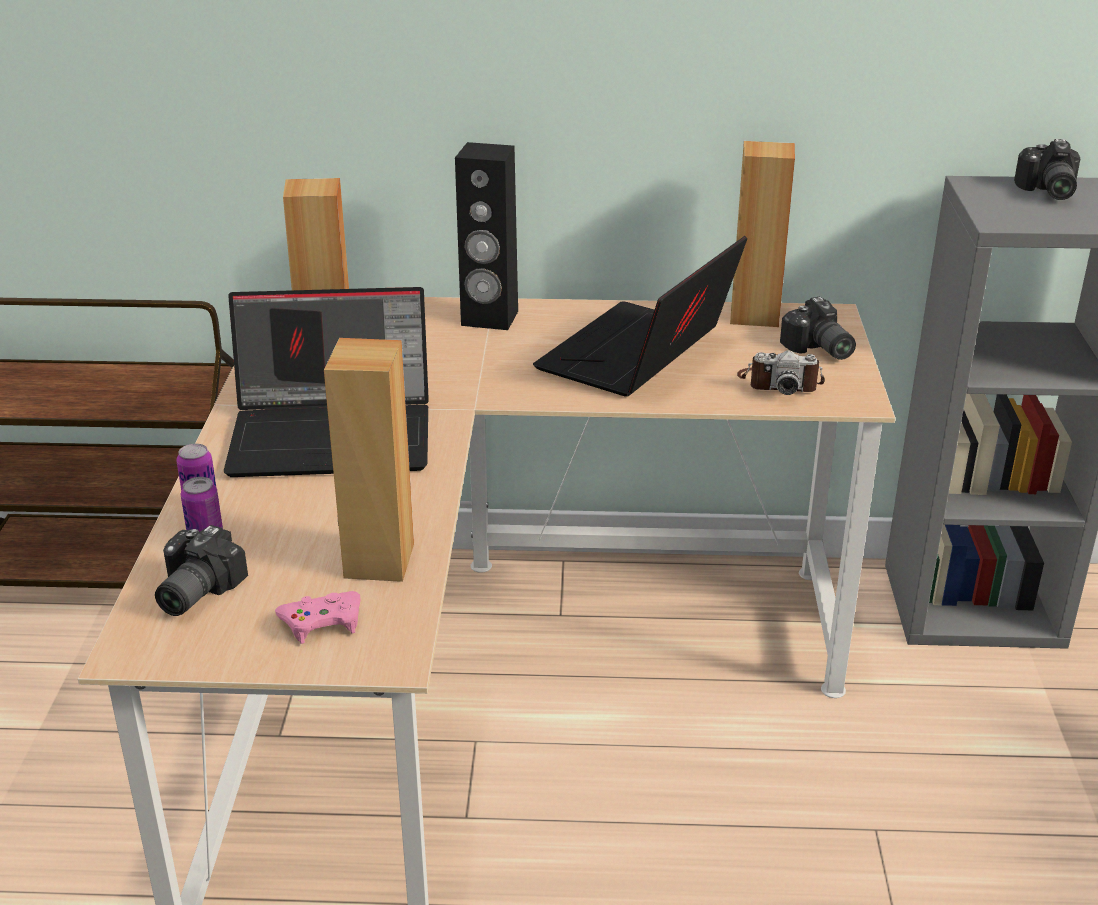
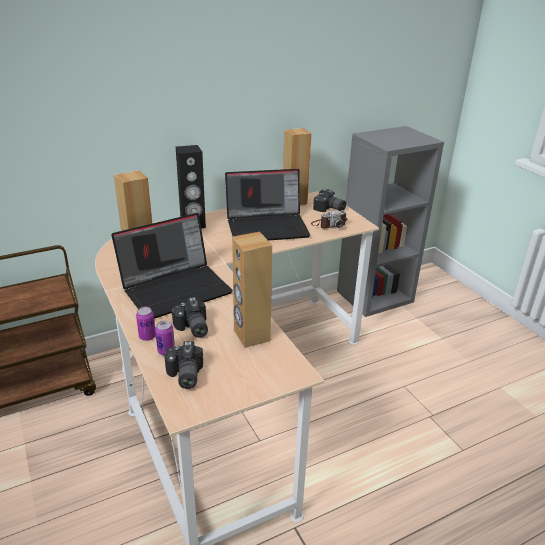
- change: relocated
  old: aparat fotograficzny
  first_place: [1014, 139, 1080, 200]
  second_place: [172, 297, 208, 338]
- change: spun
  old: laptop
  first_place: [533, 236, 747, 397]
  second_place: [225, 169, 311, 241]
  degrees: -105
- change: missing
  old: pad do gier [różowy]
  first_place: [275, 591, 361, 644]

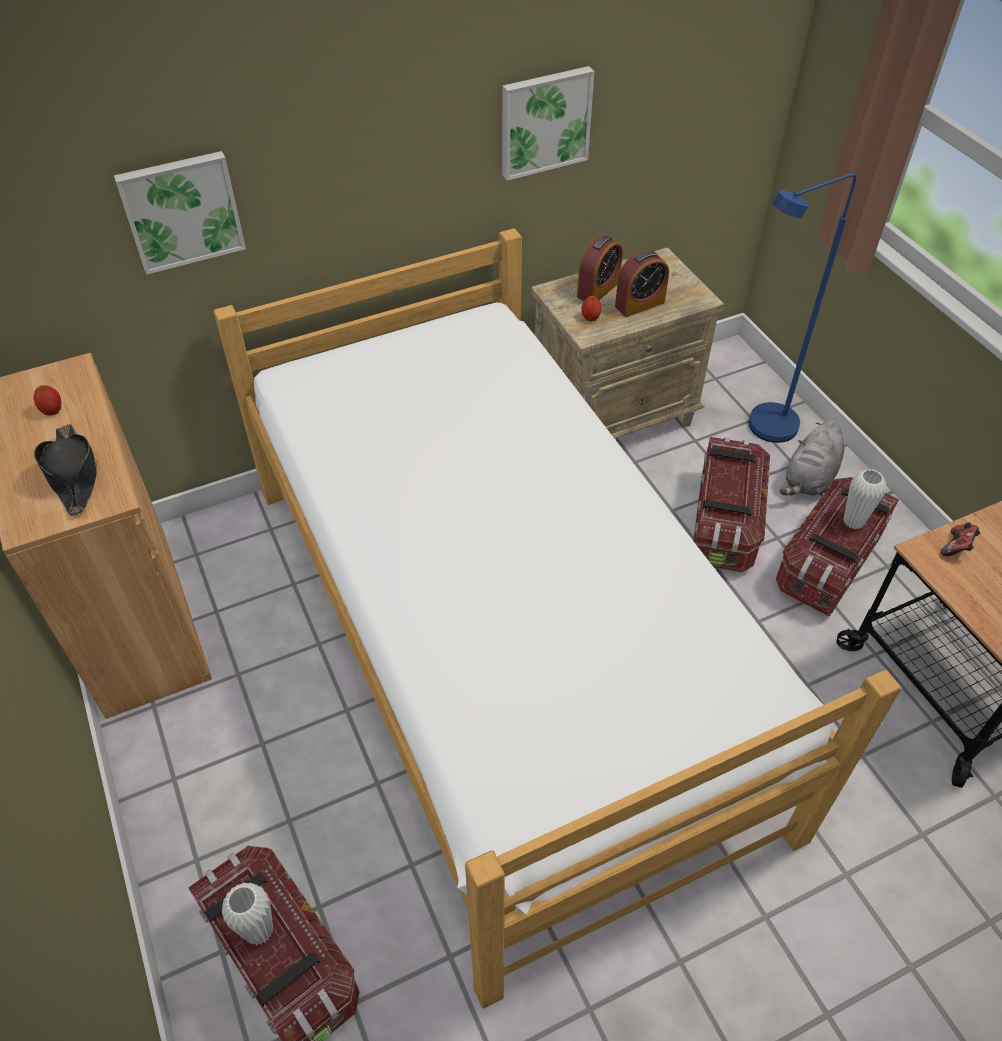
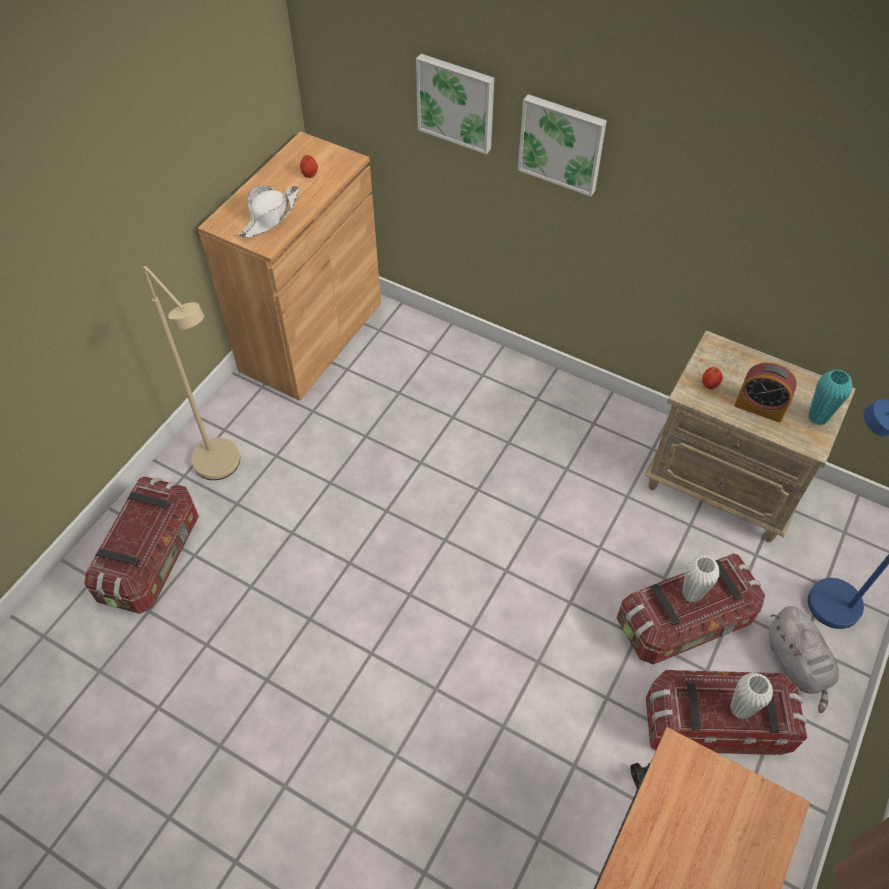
- change: relocated
  old: obraz
  first_place: [502, 66, 594, 181]
  second_place: [518, 94, 607, 197]
- change: missing
  old: łóżko
  first_place: [213, 228, 902, 1009]
- change: missing
  old: budzik
  first_place: [577, 235, 623, 301]
- change: spun
  old: pluszak [szary]
  first_place: [780, 420, 844, 495]
  second_place: [769, 606, 839, 713]
  degrees: -105
- change: colour
  old: kapelusz [czarny]
  new: kapelusz [biały]
  first_place: [34, 424, 97, 516]
  second_place: [238, 185, 299, 238]
- change: missing
  old: pad do gier
  first_place: [941, 523, 980, 556]
- change: relocated
  old: wazon [biały]
  first_place: [222, 883, 273, 945]
  second_place: [682, 555, 719, 603]
- change: appeared
  new: lampa stojąca [beżowy]
  second_place: [143, 266, 240, 480]
- change: appeared
  new: wazon [turkusowy]
  second_place: [808, 369, 853, 425]

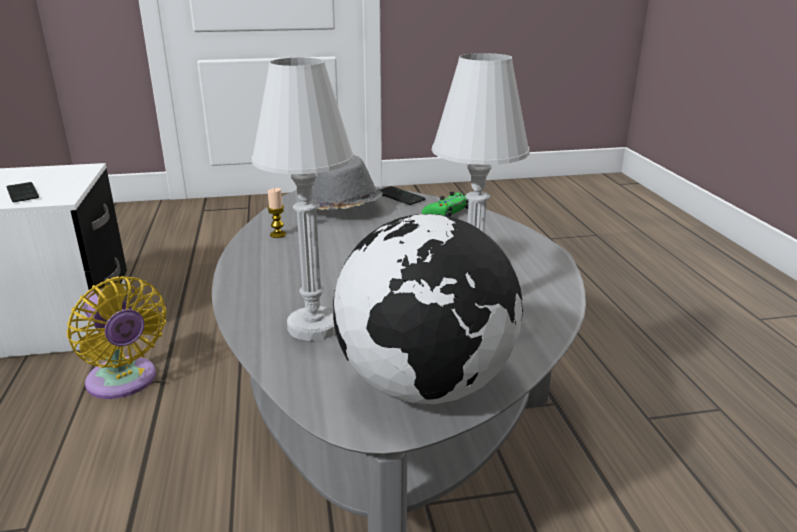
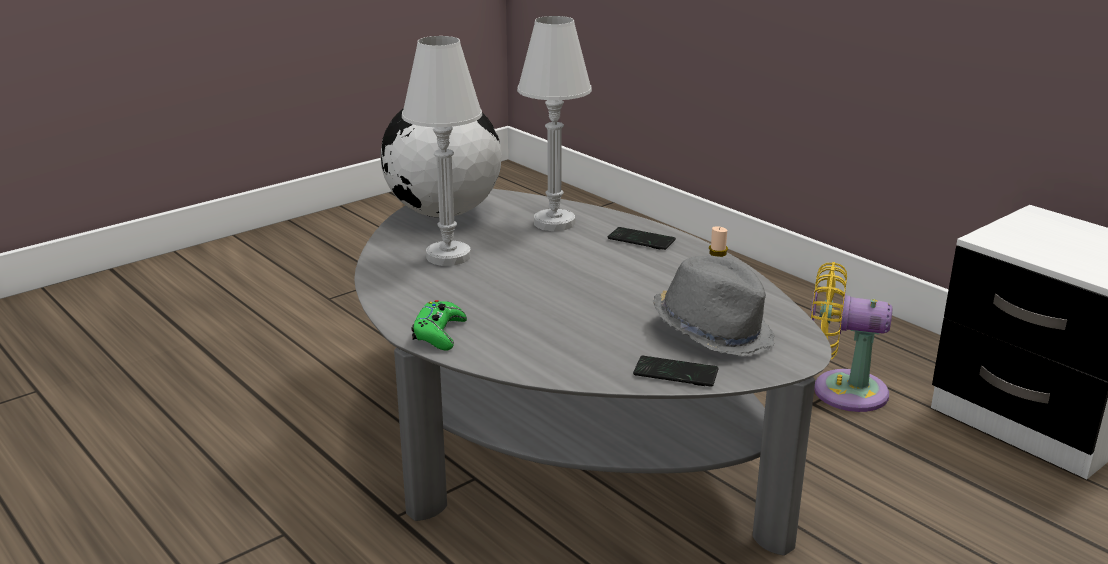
- change: relocated
  old: telefon
  first_place: [6, 182, 39, 202]
  second_place: [608, 227, 676, 250]
- change: relocated
  old: pad do gier [zielony]
  first_place: [422, 192, 469, 217]
  second_place: [411, 300, 467, 351]

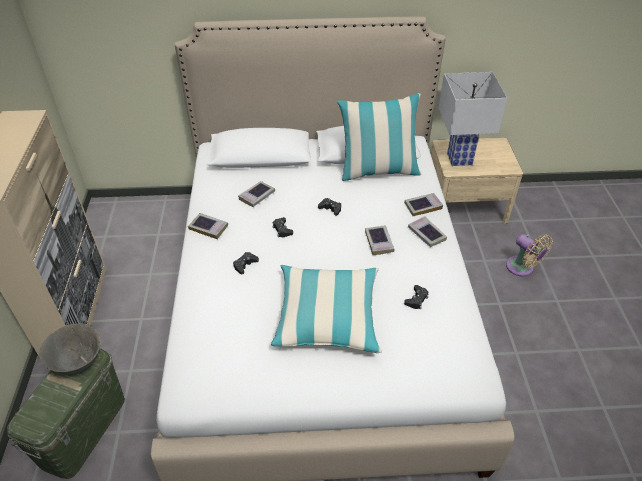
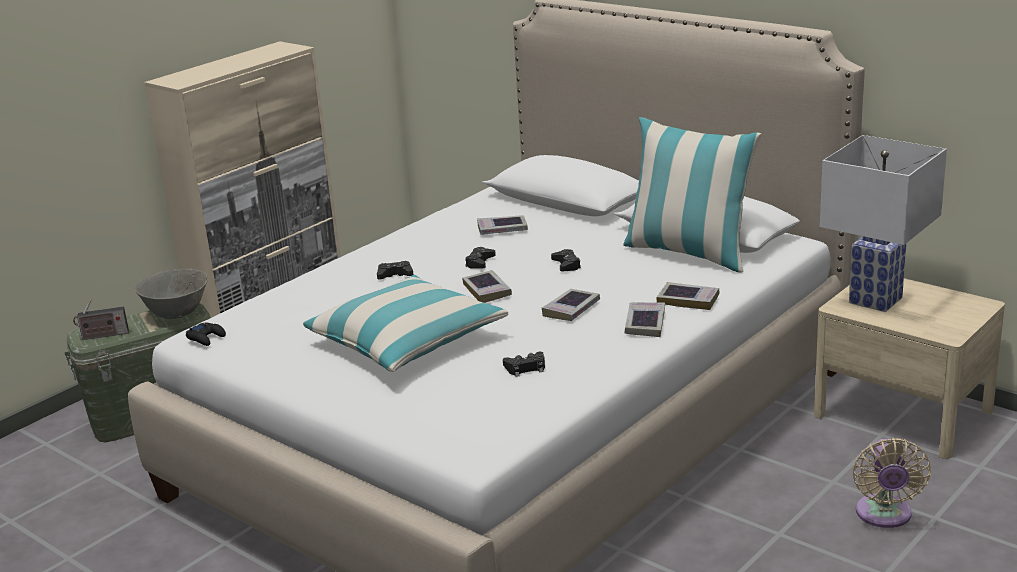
- change: relocated
  old: książka
  first_place: [188, 213, 228, 239]
  second_place: [462, 270, 512, 303]
- change: appeared
  new: radio
  second_place: [73, 299, 129, 340]
- change: appeared
  new: pad do gier [czarny]
  second_place: [186, 322, 226, 346]

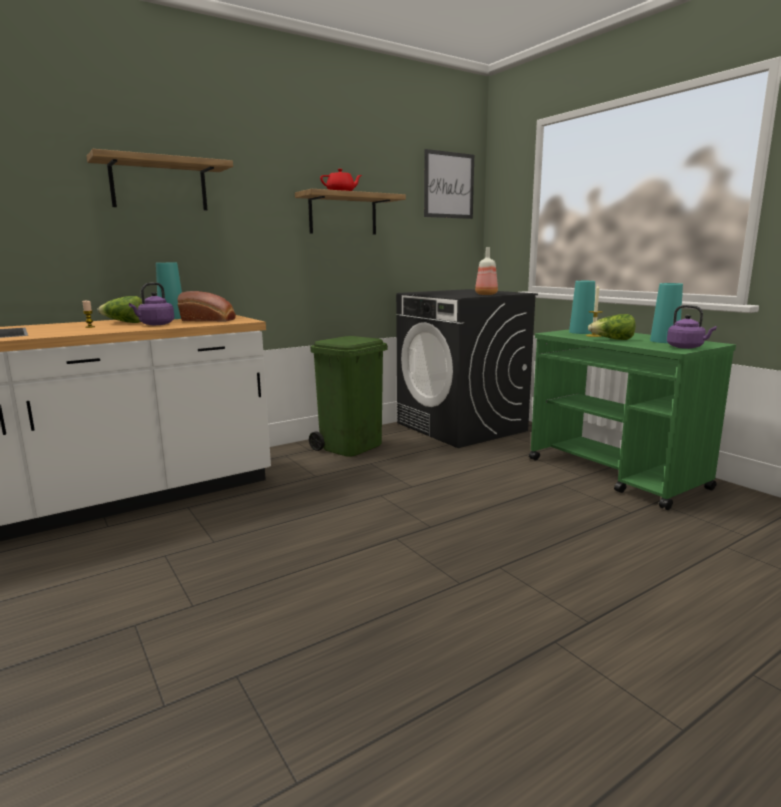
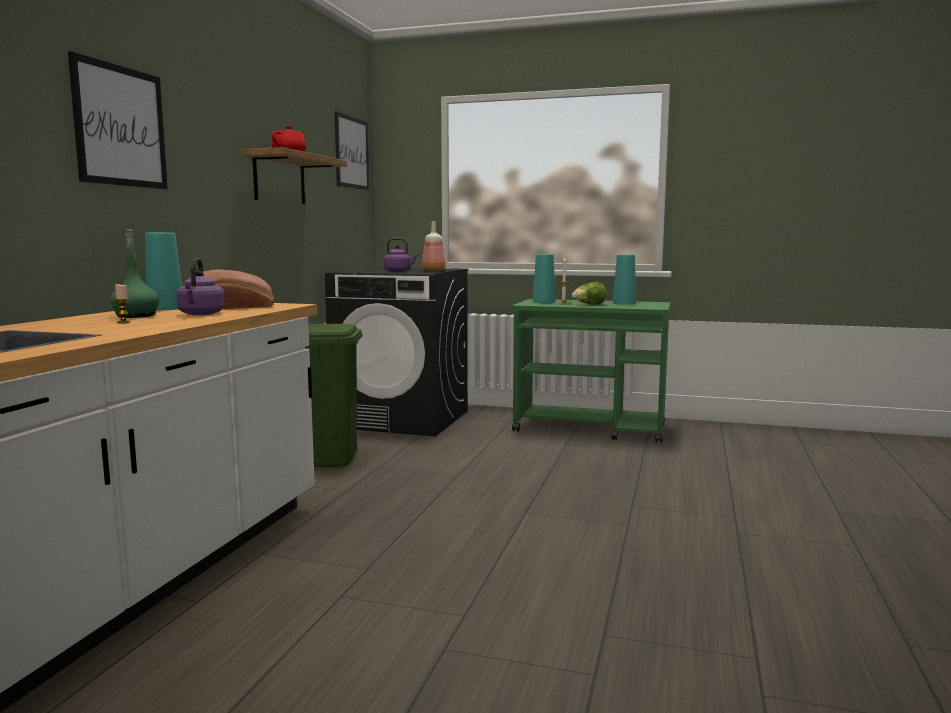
- change: exchanged
  old: półka
  new: obraz
  first_place: [86, 149, 233, 210]
  second_place: [68, 51, 168, 189]
- change: exchanged
  old: sałata
  new: butelka [zielony]
  first_place: [98, 296, 142, 323]
  second_place: [110, 229, 159, 318]
- change: relocated
  old: czajnik [fioletowy]
  first_place: [667, 305, 717, 349]
  second_place: [384, 238, 418, 272]

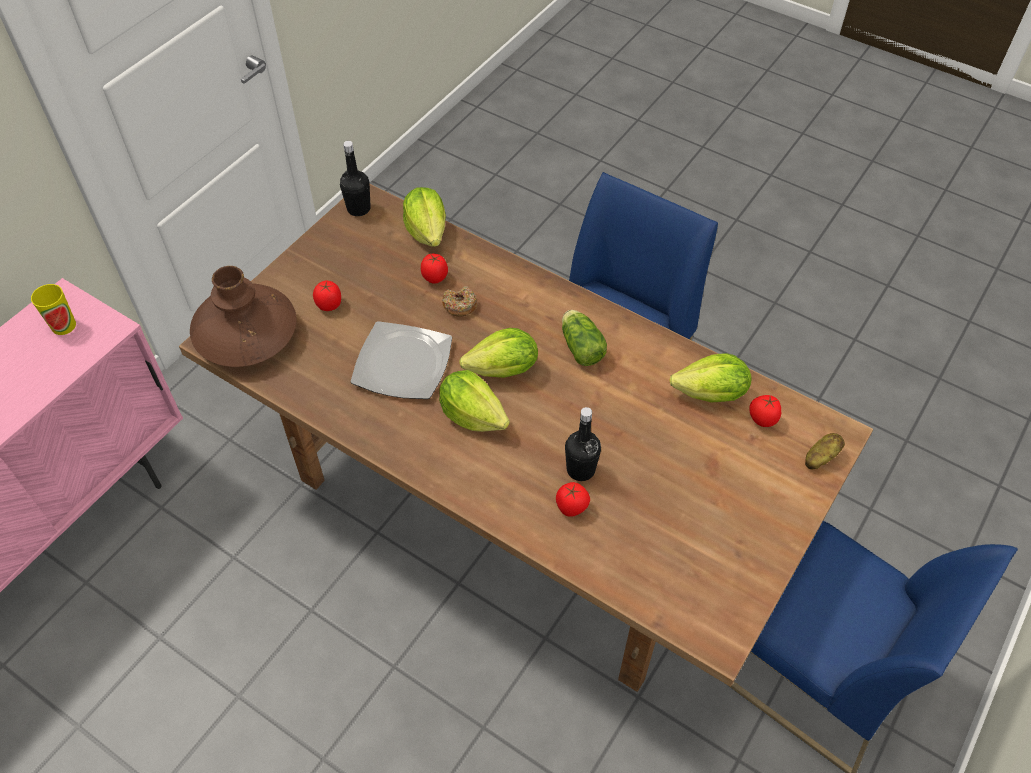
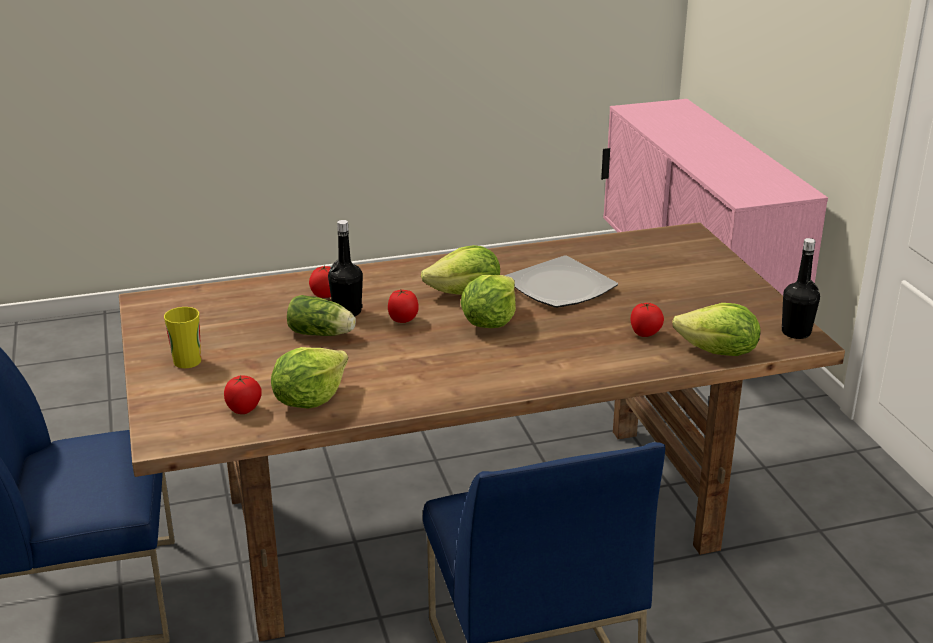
- change: missing
  old: wazon [brązowy]
  first_place: [190, 266, 297, 367]
- change: relocated
  old: pomidor
  first_place: [313, 281, 341, 311]
  second_place: [388, 289, 418, 323]
- change: relocated
  old: filiżanka
  first_place: [31, 284, 76, 335]
  second_place: [164, 307, 201, 368]
- change: missing
  old: donut
  first_place: [442, 286, 477, 316]
- change: relocated
  old: sałata
  first_place: [562, 310, 607, 366]
  second_place: [287, 295, 356, 336]
- change: missing
  old: ziemniak
  first_place: [805, 433, 845, 469]

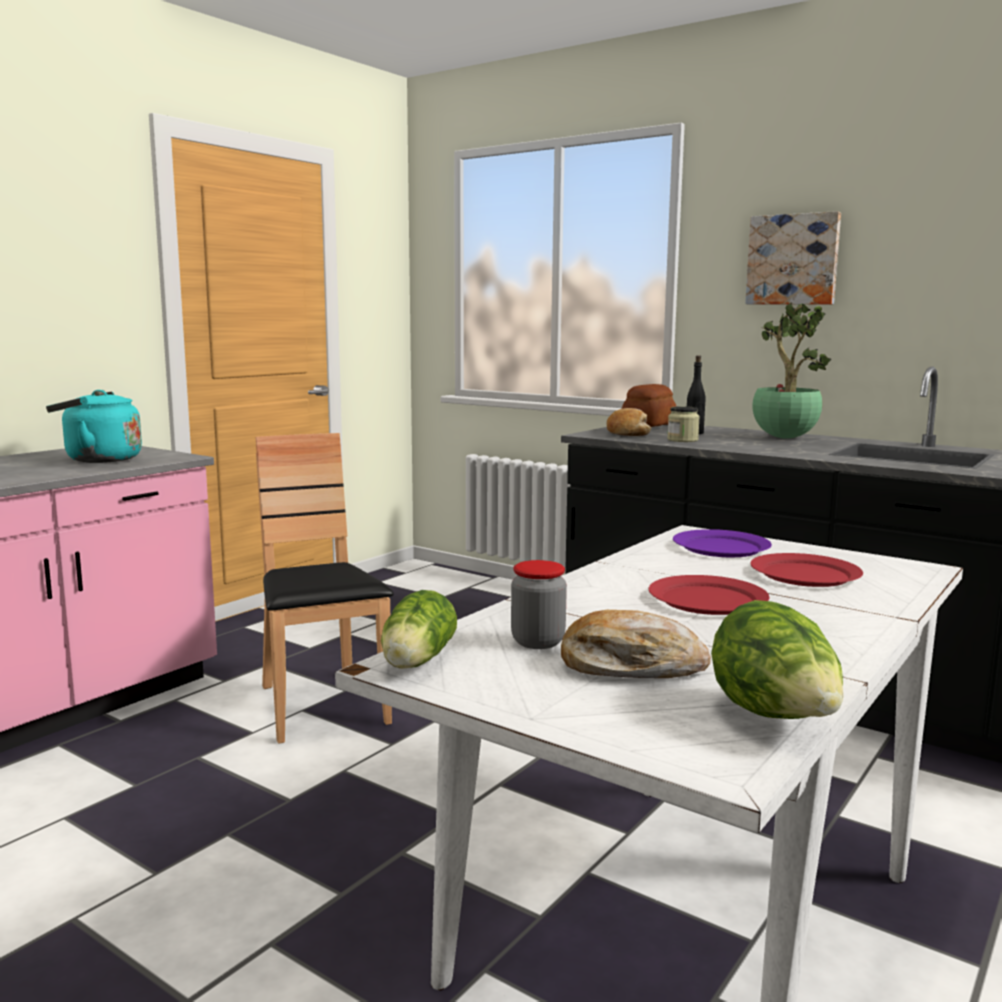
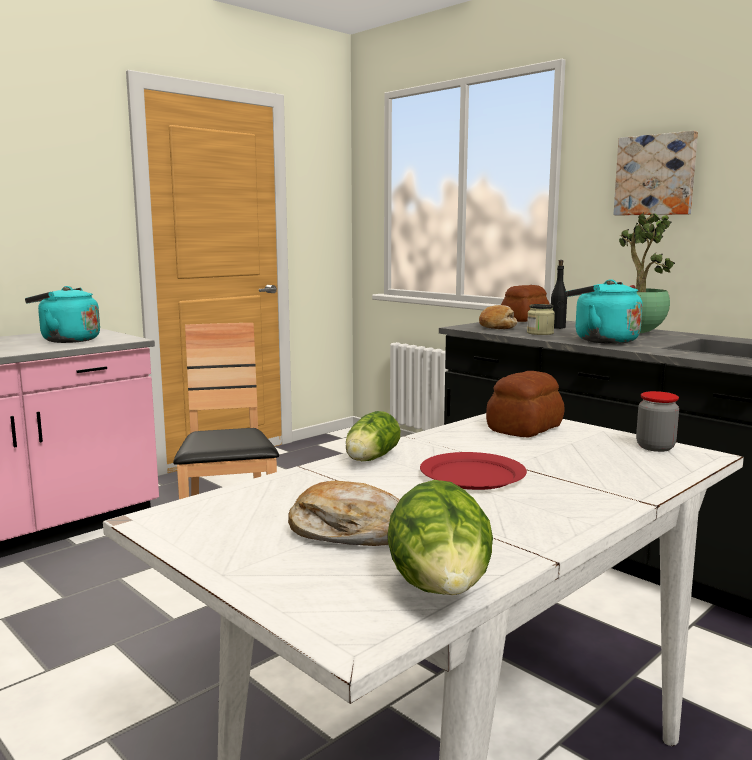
- change: exchanged
  old: talerz [fioletowy]
  new: chleb
  first_place: [673, 529, 772, 557]
  second_place: [486, 371, 565, 437]
- change: missing
  old: talerz [czerwony]
  first_place: [750, 553, 863, 587]
- change: relocated
  old: słoik
  first_place: [511, 560, 567, 649]
  second_place: [636, 391, 679, 452]
- change: relocated
  old: sałata
  first_place: [381, 590, 457, 669]
  second_place: [346, 411, 400, 461]
- change: appeared
  new: czajnik [turkusowy]
  second_place: [566, 279, 643, 344]

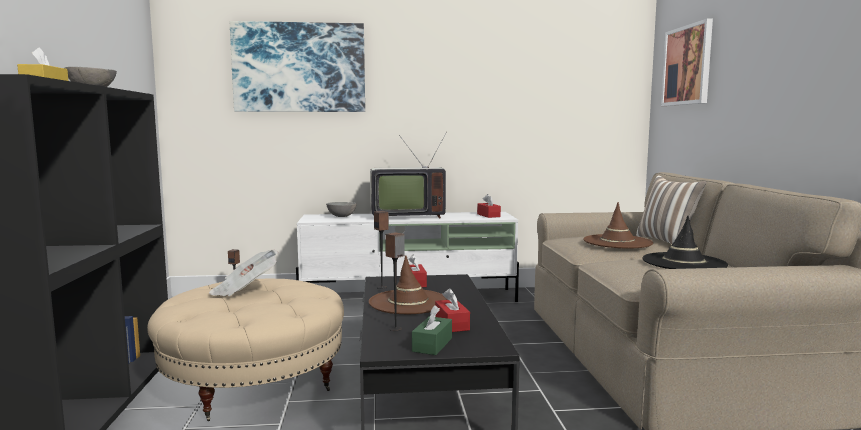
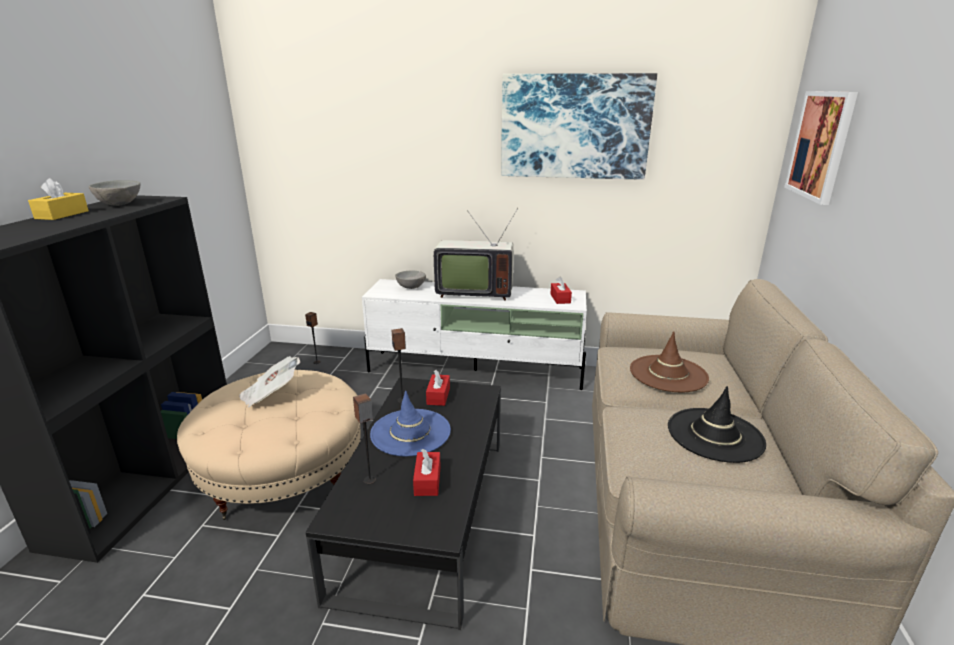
- change: relocated
  old: obraz
  first_place: [230, 21, 365, 112]
  second_place: [501, 73, 657, 180]
- change: missing
  old: poduszka
  first_place: [636, 175, 707, 244]
- change: colour
  old: kapelusz [brązowy]
  new: kapelusz [niebieski]
  first_place: [369, 255, 448, 314]
  second_place: [370, 390, 451, 457]
- change: missing
  old: pudełko chusteczek [zielony]
  first_place: [412, 305, 452, 355]

